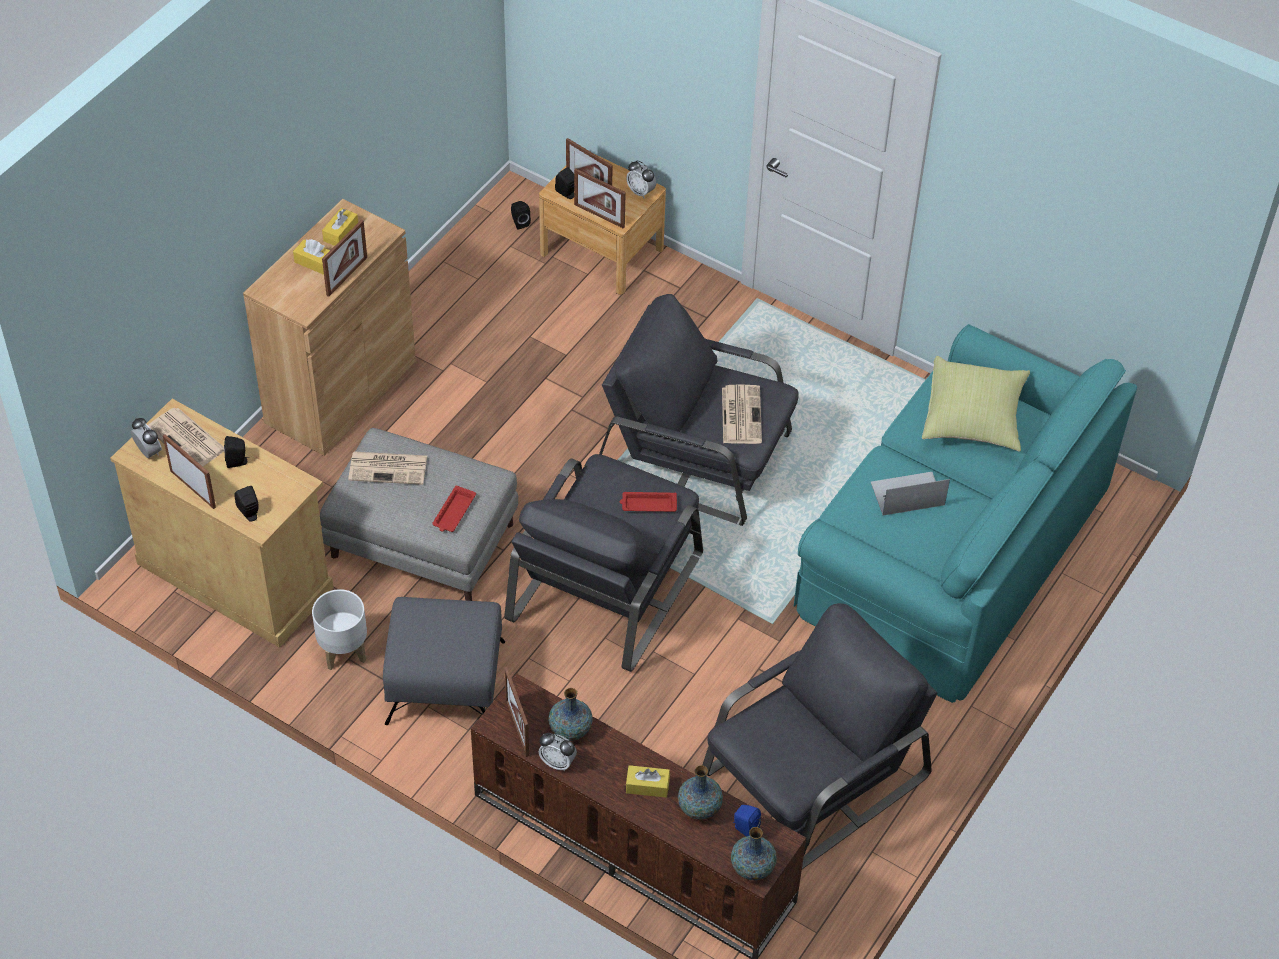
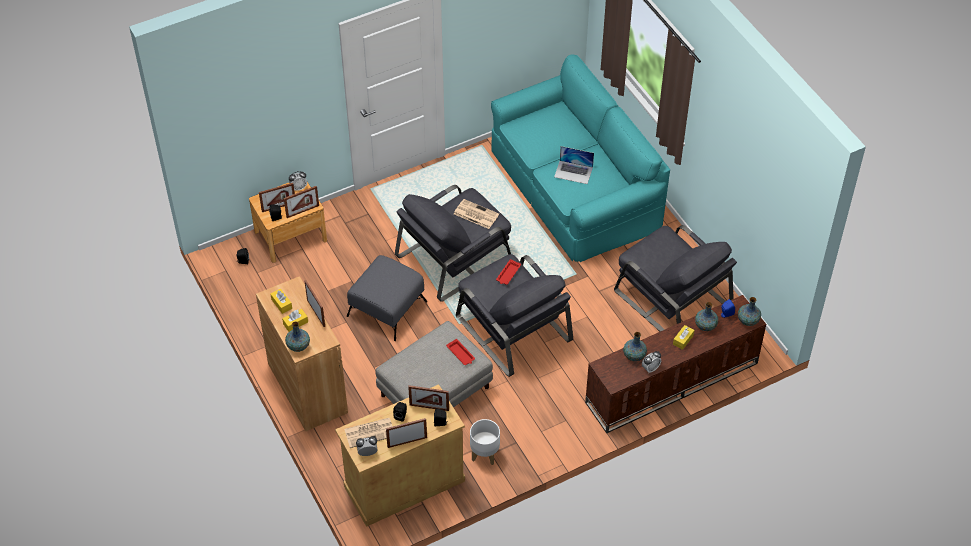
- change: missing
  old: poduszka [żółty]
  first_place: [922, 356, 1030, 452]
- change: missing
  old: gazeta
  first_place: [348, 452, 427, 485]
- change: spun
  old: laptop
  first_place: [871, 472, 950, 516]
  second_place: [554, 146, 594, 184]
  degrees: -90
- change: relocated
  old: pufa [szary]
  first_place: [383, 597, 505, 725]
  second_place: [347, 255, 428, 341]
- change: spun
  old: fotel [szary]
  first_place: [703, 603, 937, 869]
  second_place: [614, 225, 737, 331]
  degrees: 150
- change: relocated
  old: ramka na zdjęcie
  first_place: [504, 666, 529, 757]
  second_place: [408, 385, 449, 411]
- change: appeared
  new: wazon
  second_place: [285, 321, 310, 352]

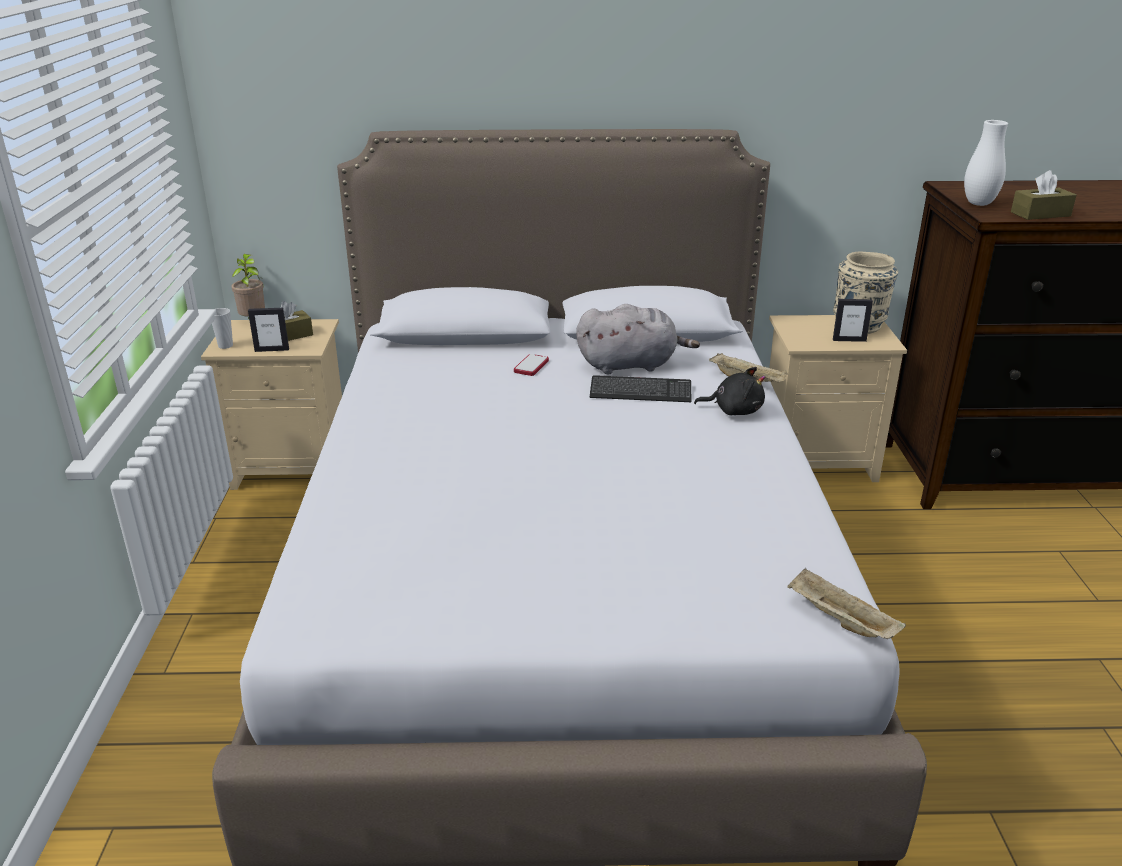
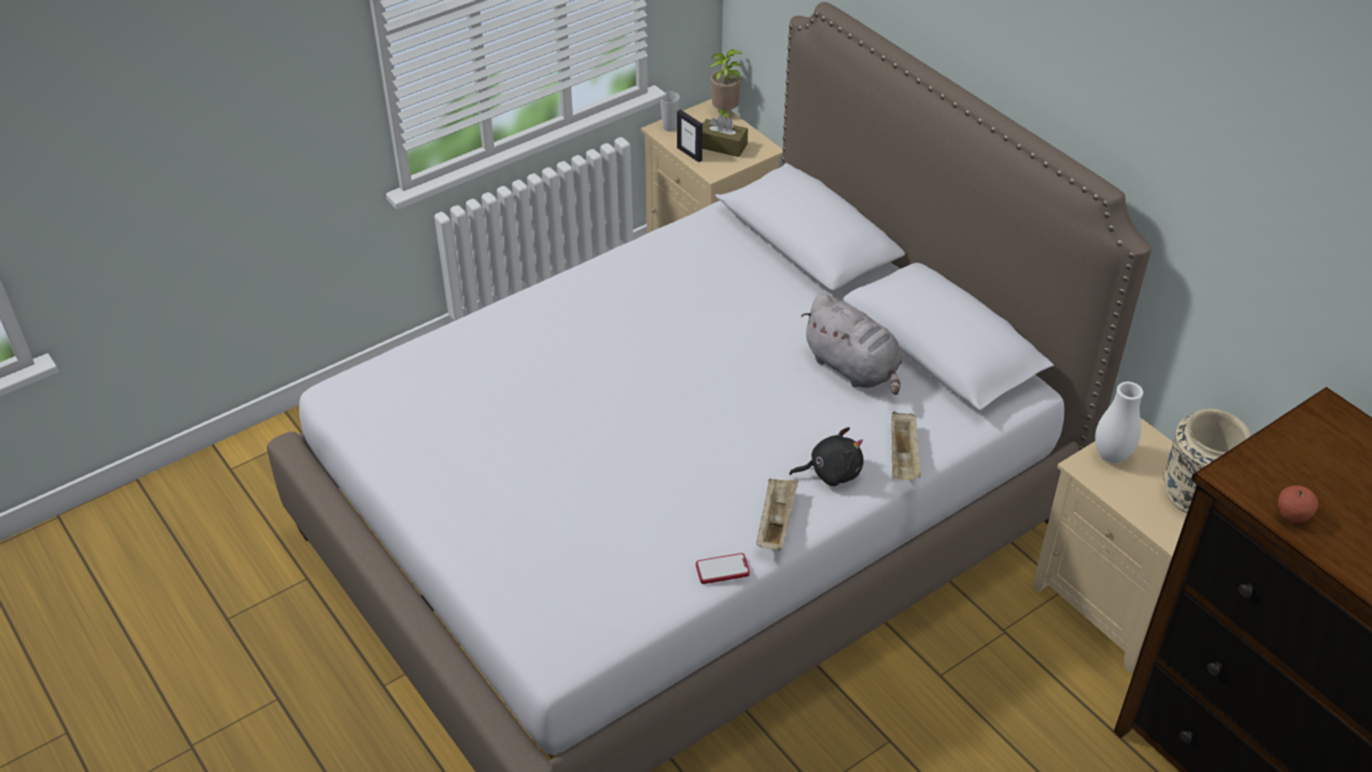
- change: relocated
  old: wazon [biały]
  first_place: [964, 120, 1008, 206]
  second_place: [1095, 382, 1143, 463]
- change: exchanged
  old: pudełko chusteczek [brązowy]
  new: jabłko
  first_place: [1011, 170, 1076, 220]
  second_place: [1278, 485, 1318, 523]
- change: missing
  old: ramka na zdjęcie
  first_place: [833, 299, 873, 342]
- change: relocated
  old: telefon
  first_place: [514, 354, 549, 376]
  second_place: [696, 553, 750, 584]
- change: spun
  old: pluszak [czarny]
  first_place: [694, 367, 765, 415]
  second_place: [789, 427, 864, 486]
  degrees: -75
- change: missing
  old: klawiatura
  first_place: [590, 375, 691, 402]
- change: relocated
  old: taca [beżowy]
  first_place: [787, 568, 906, 639]
  second_place: [756, 478, 799, 551]

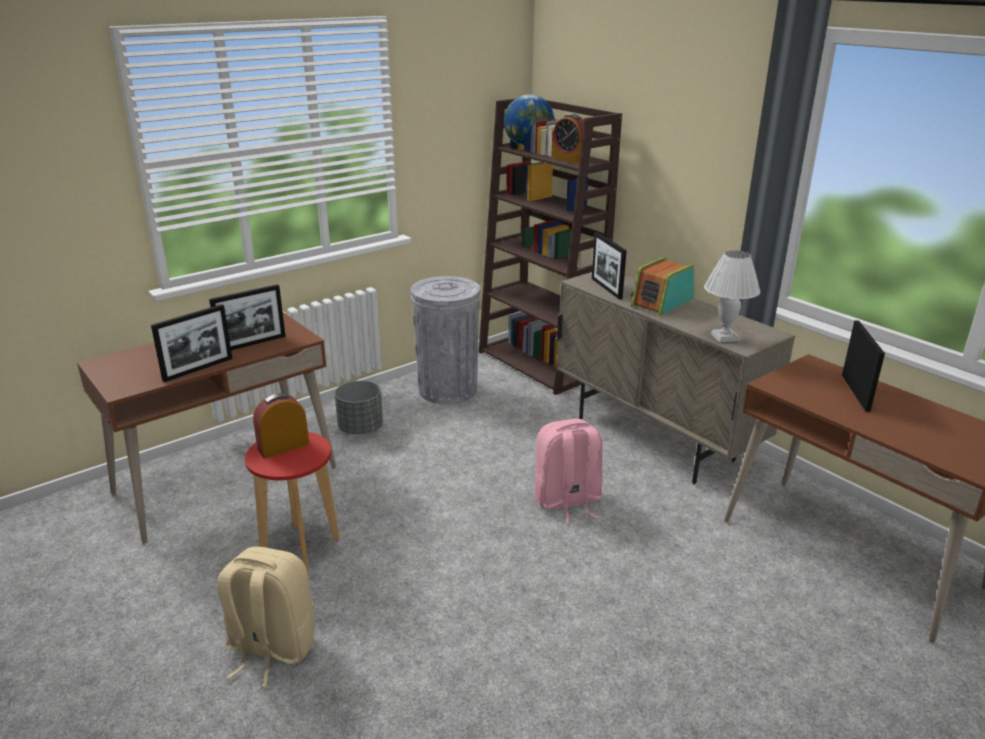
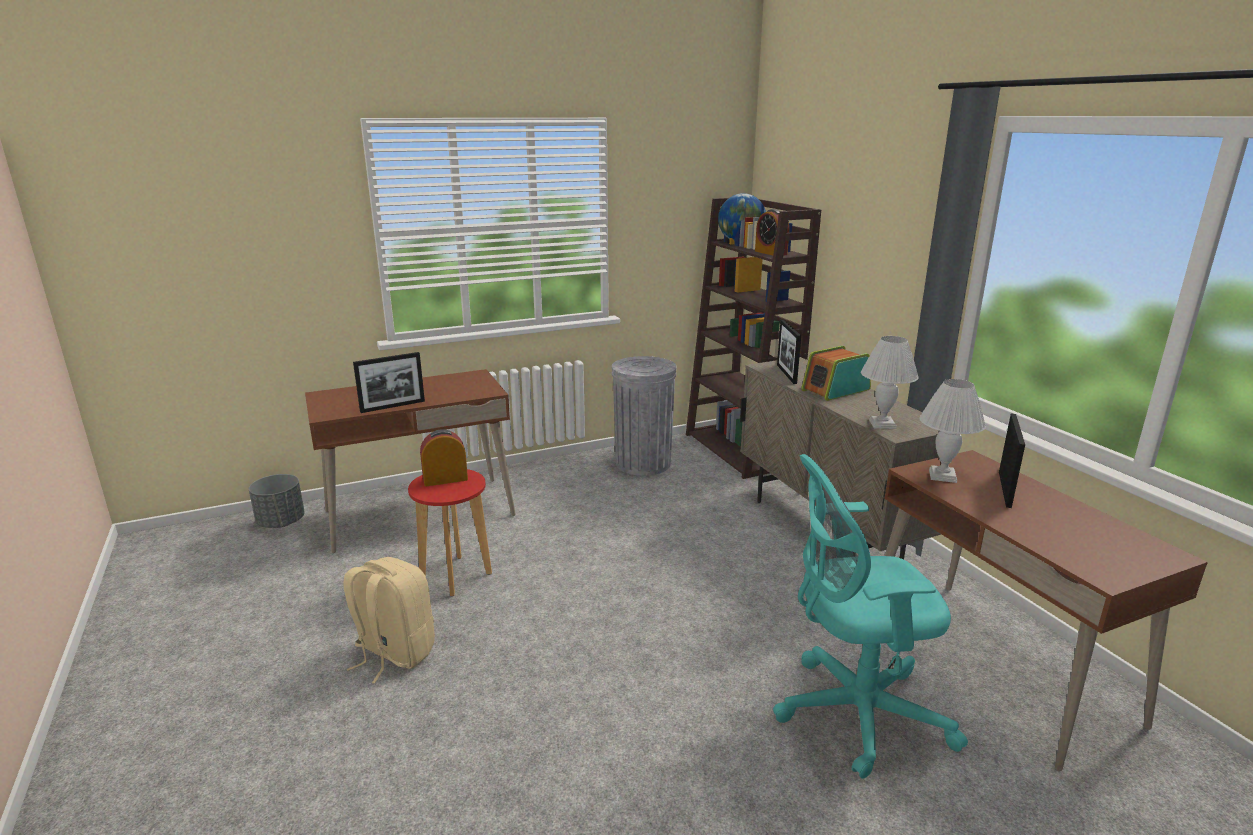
- change: missing
  old: ramka na zdjęcie
  first_place: [209, 284, 286, 350]
- change: relocated
  old: donica [szary]
  first_place: [335, 381, 383, 434]
  second_place: [249, 474, 305, 528]
- change: missing
  old: plecak [różowy]
  first_place: [534, 419, 603, 524]
- change: appeared
  new: lampa stołowa [biały]
  second_place: [920, 379, 986, 483]
- change: appeared
  new: krzesło biurowe [turkusowy]
  second_place: [773, 454, 968, 779]

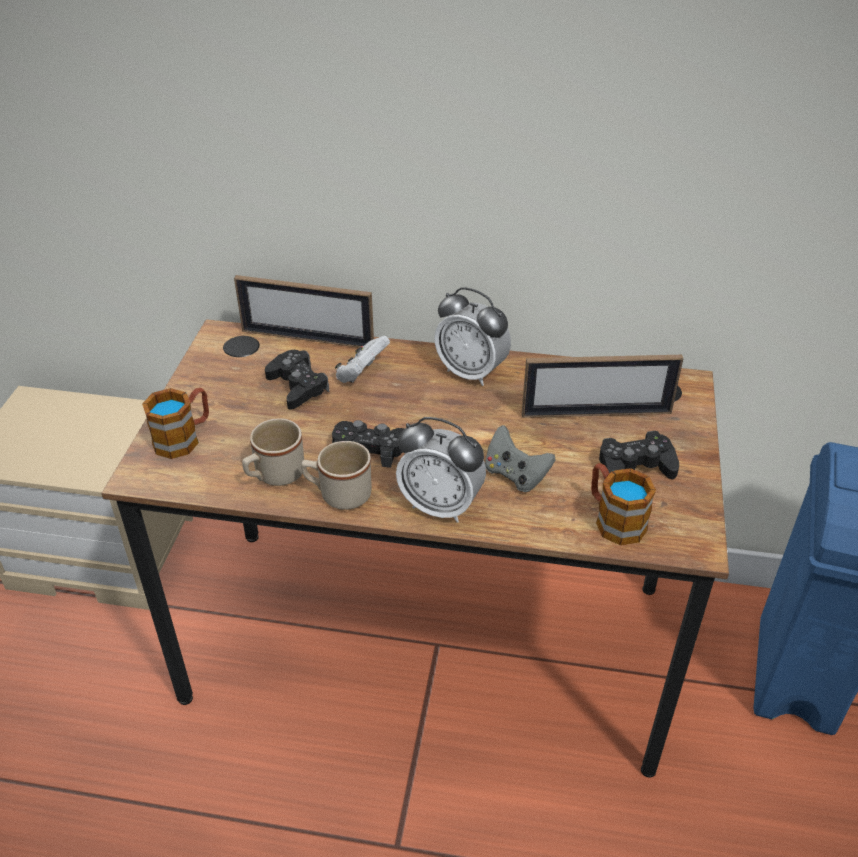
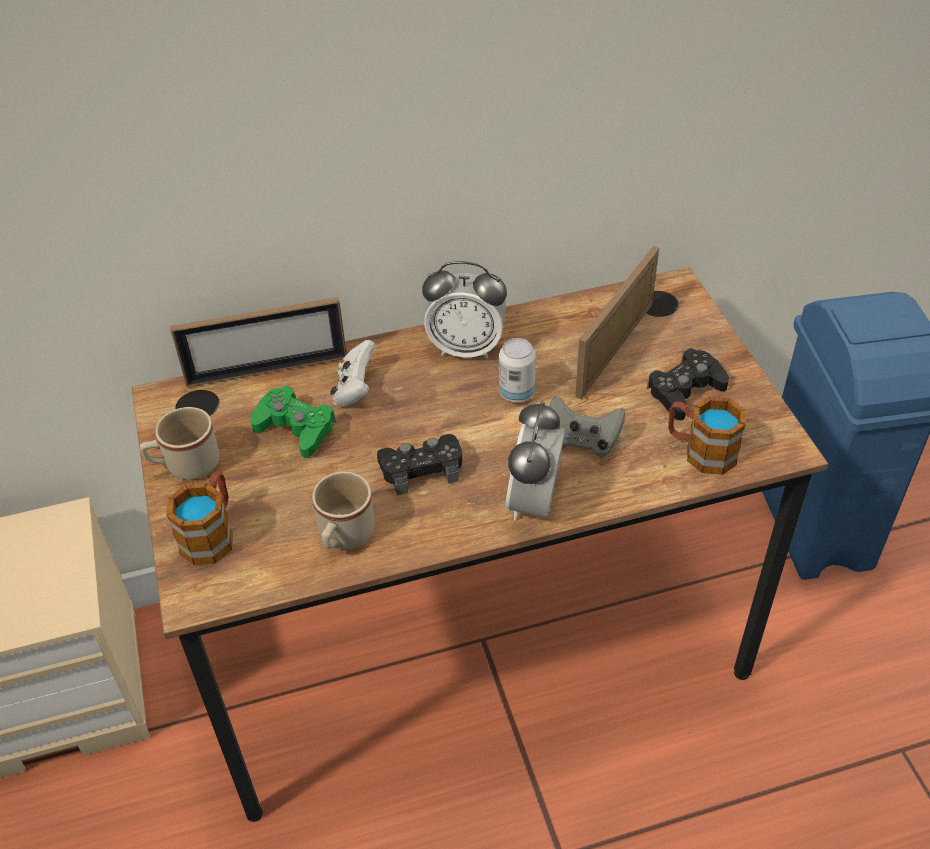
- change: colour
  old: pad do gier [czarny]
  new: pad do gier [zielony]
  first_place: [265, 350, 330, 410]
  second_place: [250, 386, 336, 458]
- change: spun
  old: ramka na zdjęcie
  first_place: [522, 355, 684, 418]
  second_place: [575, 246, 659, 399]
  degrees: 150
- change: spun
  old: budzik
  first_place: [396, 417, 486, 523]
  second_place: [505, 400, 565, 520]
  degrees: 105
- change: relocated
  old: kubek [beżowy]
  first_place: [301, 441, 372, 510]
  second_place: [140, 407, 220, 480]
- change: appeared
  new: puszka
  second_place: [499, 338, 536, 402]

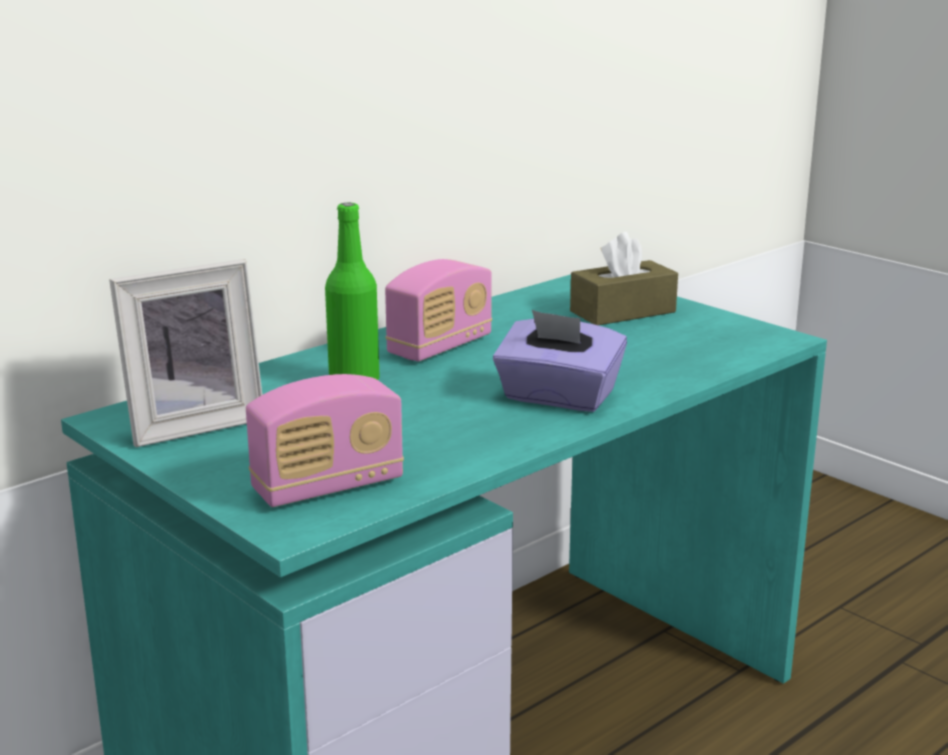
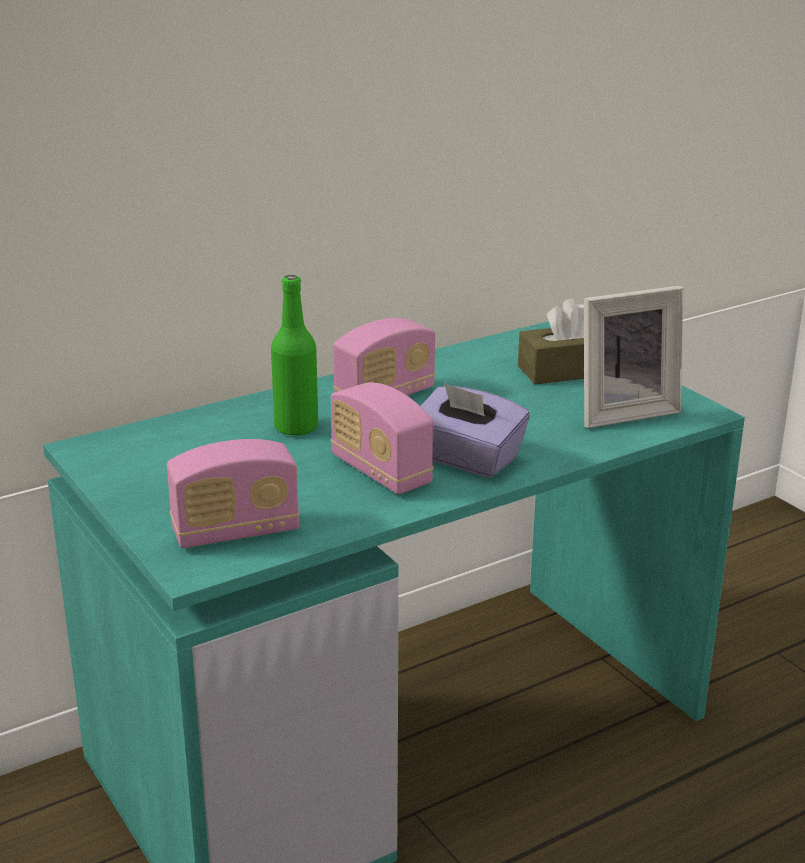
- change: relocated
  old: ramka na zdjęcie
  first_place: [109, 259, 262, 447]
  second_place: [584, 286, 684, 428]
- change: appeared
  new: radio
  second_place: [331, 382, 434, 494]

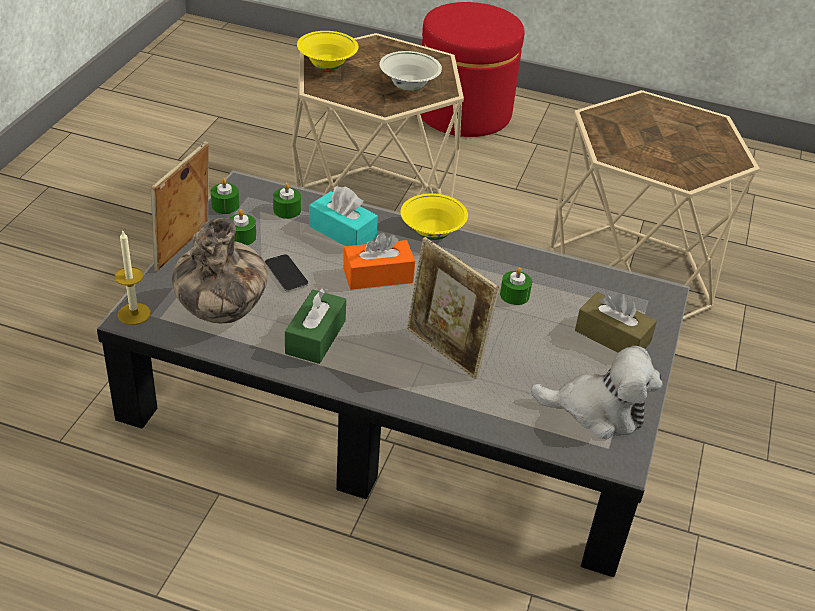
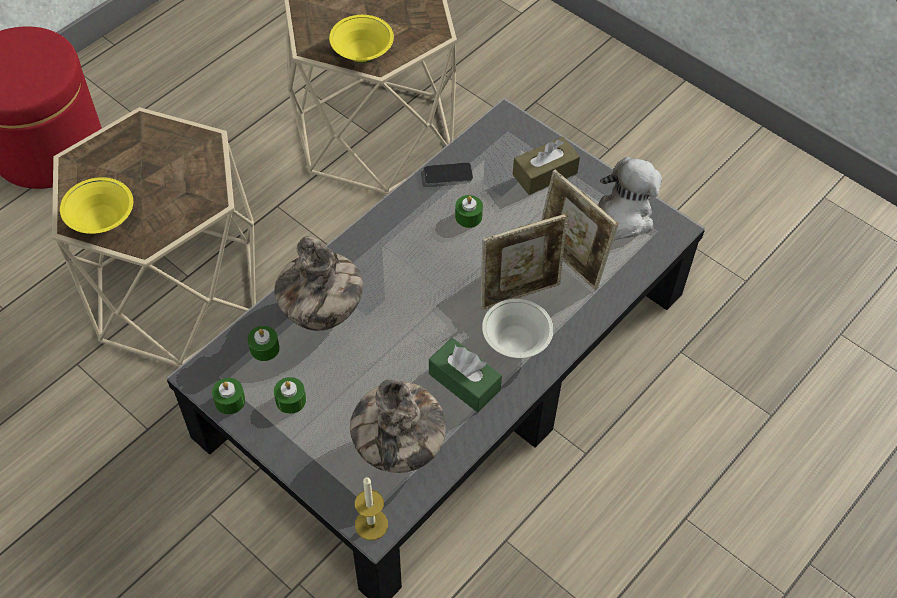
- change: relocated
  old: miska [biały]
  first_place: [379, 51, 442, 91]
  second_place: [482, 299, 554, 358]
- change: relocated
  old: ramka na zdjęcie
  first_place: [151, 141, 209, 272]
  second_place: [541, 170, 618, 290]
- change: exchanged
  old: pudełko chusteczek [turkusowy]
  new: wazon
  first_place: [309, 186, 378, 246]
  second_place: [274, 236, 363, 331]
- change: relocated
  old: miska [żółty]
  first_place: [400, 193, 468, 240]
  second_place: [329, 15, 394, 63]
- change: missing
  old: pudełko chusteczek [pomarańczowy]
  first_place: [343, 233, 415, 290]
- change: relocated
  old: telefon
  first_place: [265, 254, 308, 291]
  second_place: [424, 163, 473, 185]

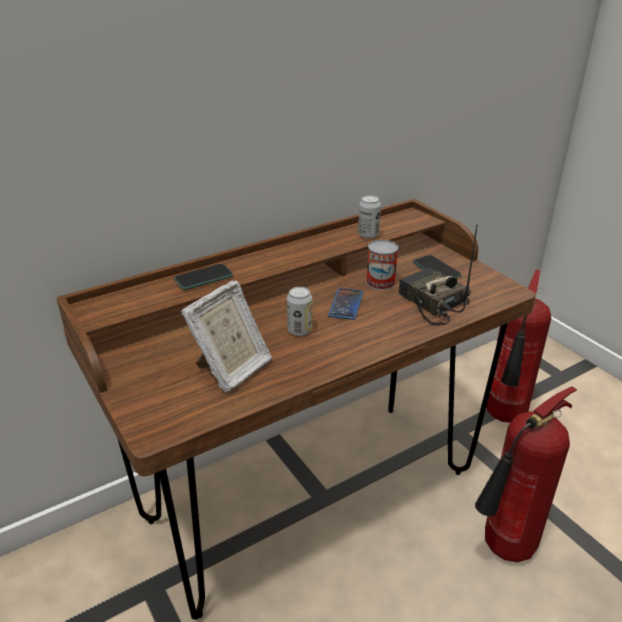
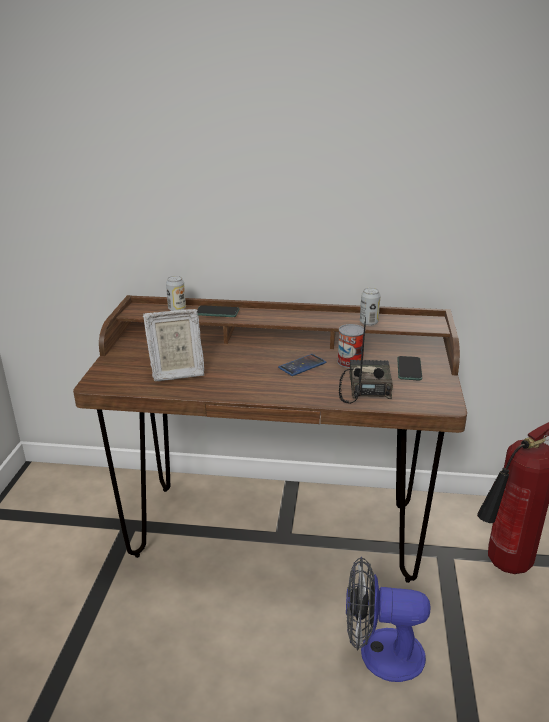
- change: relocated
  old: puszka
  first_place: [287, 287, 312, 336]
  second_place: [166, 276, 186, 311]
- change: exchanged
  old: gaśnica
  new: wentylator
  first_place: [475, 386, 577, 562]
  second_place: [346, 557, 430, 682]

